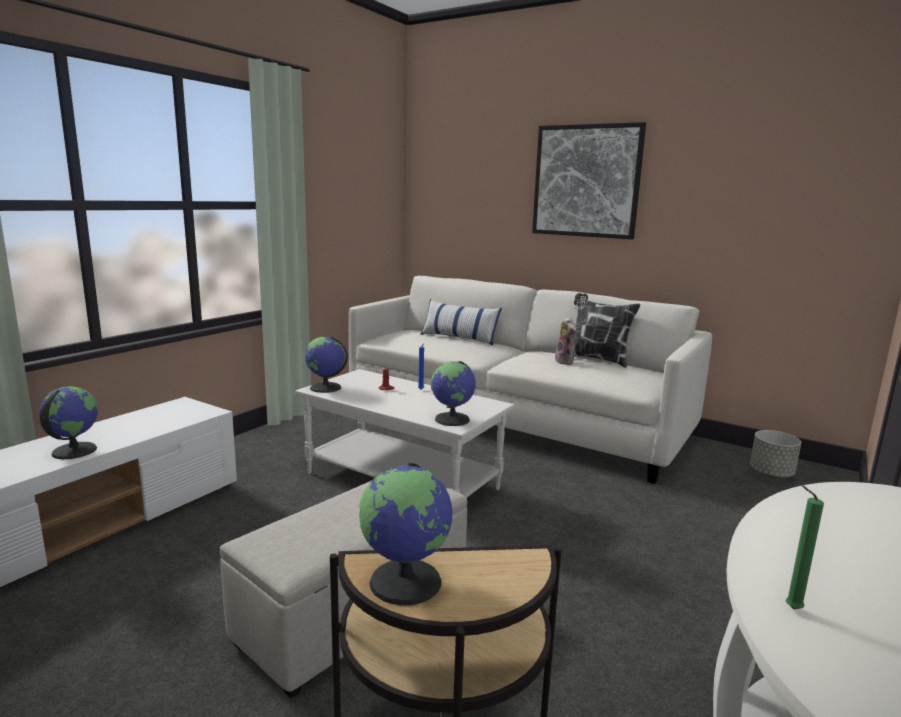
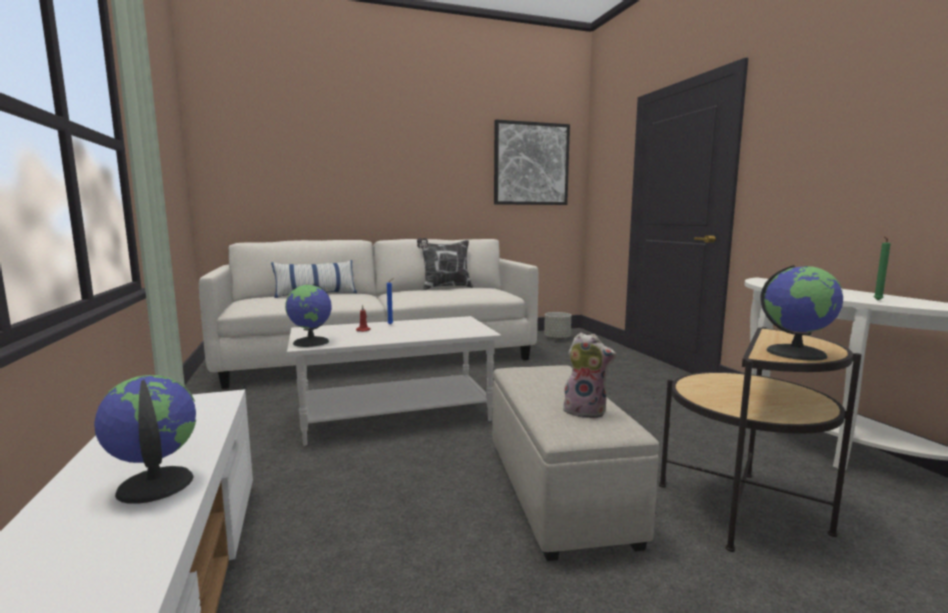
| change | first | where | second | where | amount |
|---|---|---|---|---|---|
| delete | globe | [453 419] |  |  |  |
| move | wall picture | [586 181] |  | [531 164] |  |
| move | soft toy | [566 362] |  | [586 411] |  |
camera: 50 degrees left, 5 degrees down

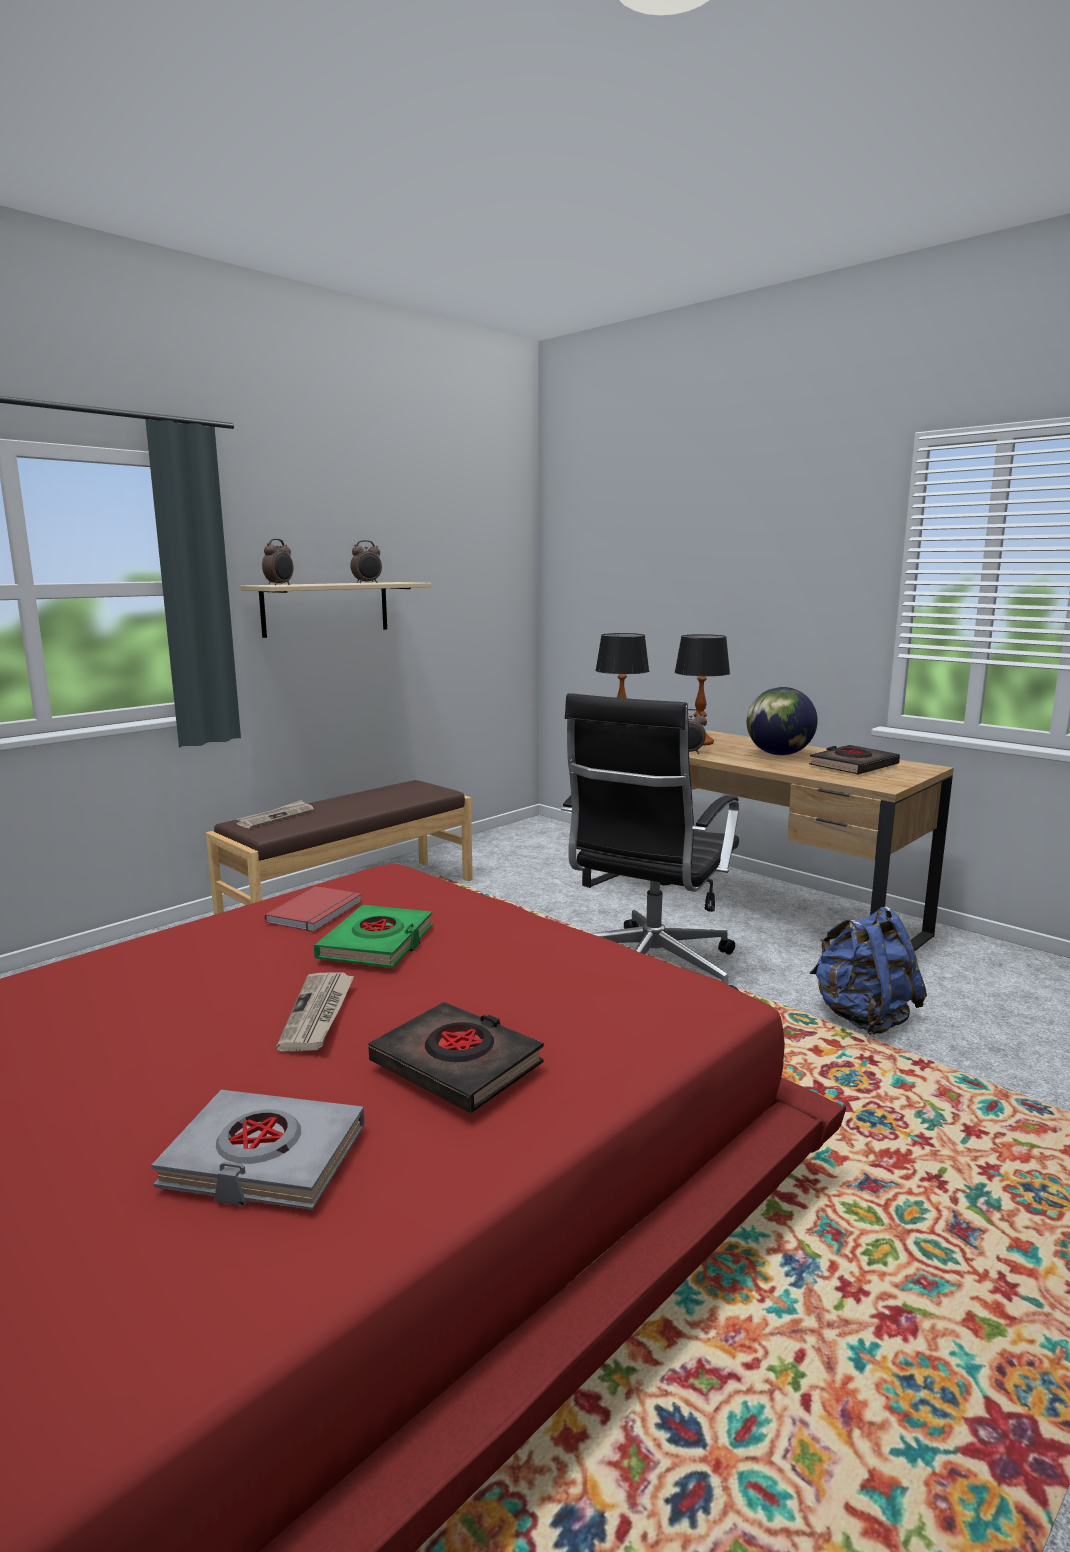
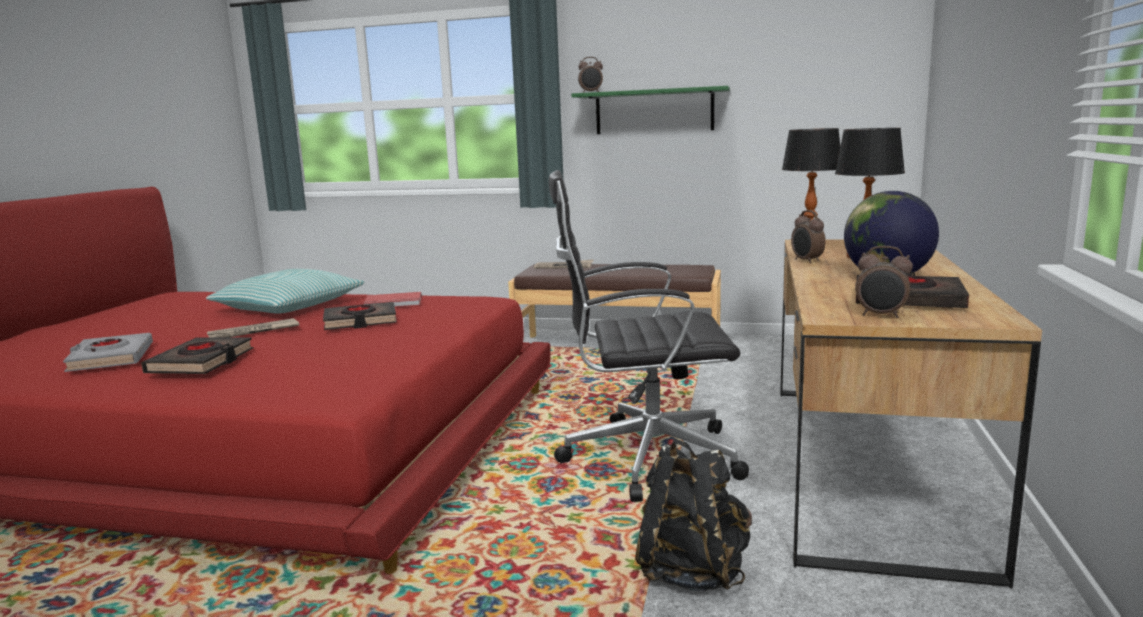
| change | first | where | second | where | amount |
|---|---|---|---|---|---|
| insert |  |  | throw pillow | [288 307] |  |
| move | bedside clock | [367 583] |  | [881 315] |  |
| recolor | shelf/beige-coloured | [326 608] | shelf/greenish | [654 111] |  |
| recolor | book/greenish | [377 943] | book/black | [360 321] |  |
| recolor | rucksack/blue | [863 1018] | rucksack/black | [692 572] |  |
camera: 60 degrees right, 0 degrees up

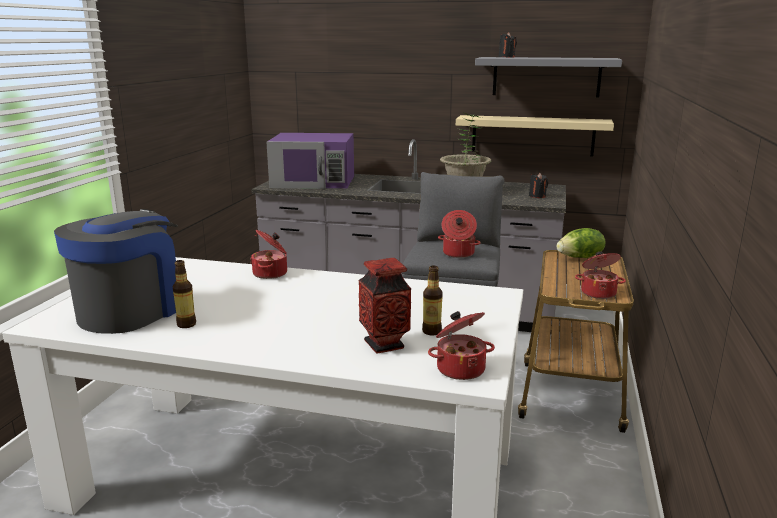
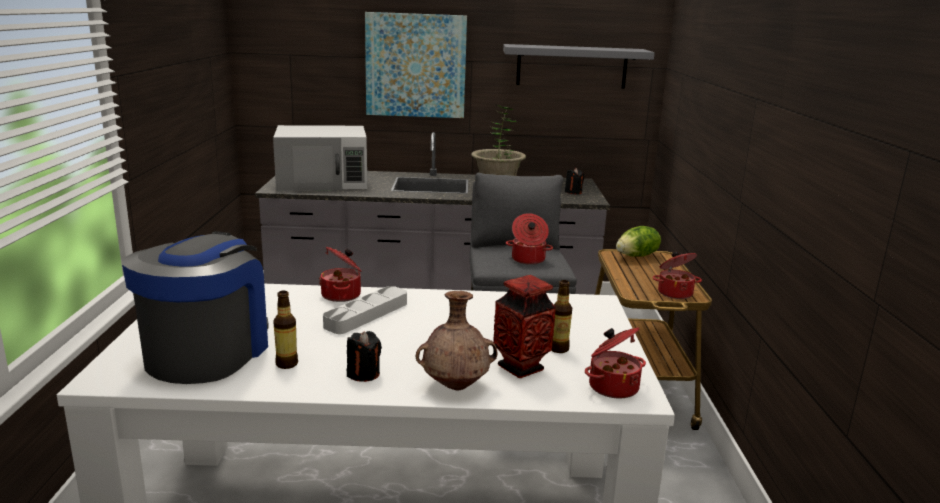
| change | first | where | second | where | amount |
|---|---|---|---|---|---|
| delete | shelf/beige-coloured | [532 135] |  |  |  |
| insert |  |  | carrying tray/greyish | [366 314] |  |
| insert |  |  | wall picture | [416 65] |  |
| insert |  |  | flower vase/brown | [456 386] |  |
| move | wax light/black | [506 57] |  | [363 374] |  |
| recolor | kitchen microwave/purplish | [314 181] | kitchen microwave/whitish | [323 181] |  |
camera: 15 degrees left, 0 degrees up

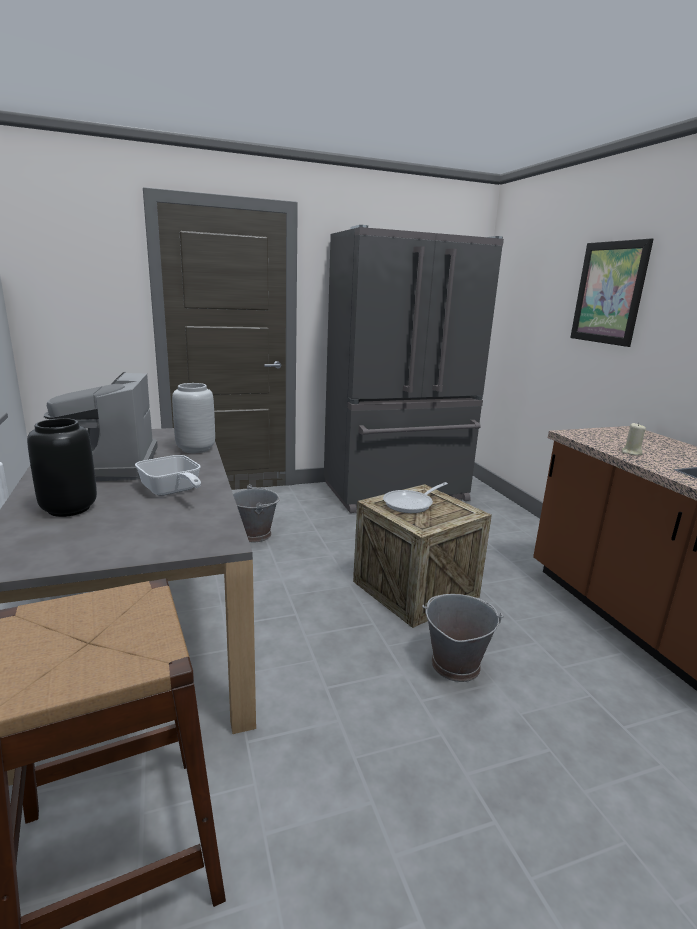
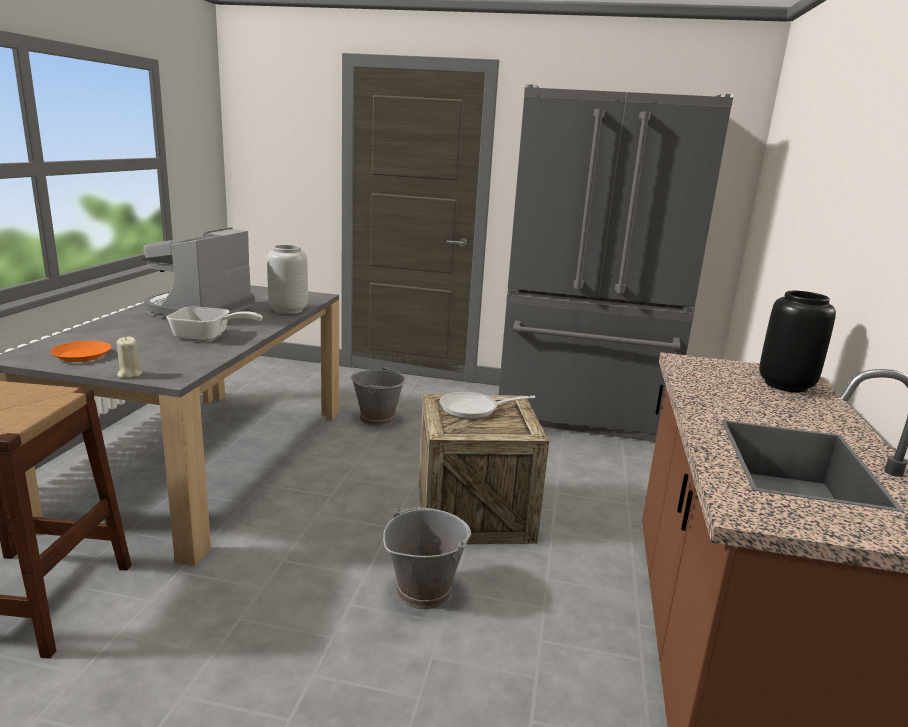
| change | first | where | second | where | amount |
|---|---|---|---|---|---|
| delete | wall picture | [609 293] |  |  |  |
| insert |  |  | plate/orange-coloured | [81 355] |  |
| move | flower vase/black | [68 509] |  | [784 385] |  |
| move | wax light/beige-coloured | [631 453] |  | [129 374] |  |
| rotate | frying pan | [172 491] |  | [207 337] | 75 degrees counterclockwise |
camera: 30 degrees right, 0 degrees up

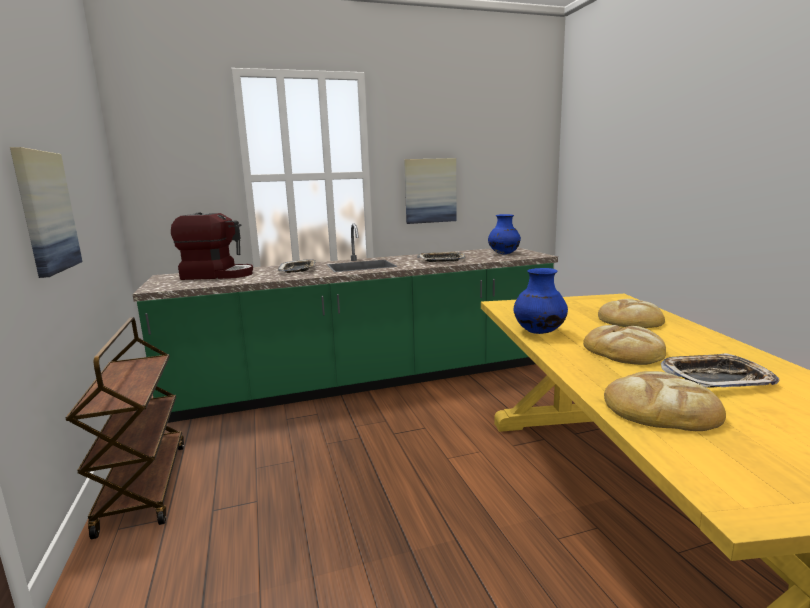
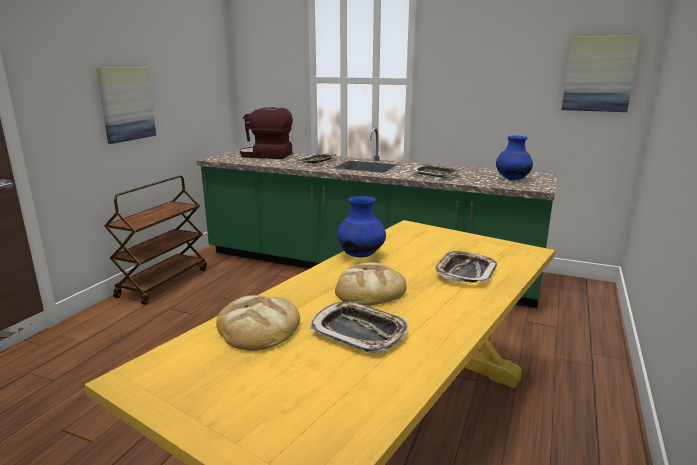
| change | first | where | second | where | amount |
|---|---|---|---|---|---|
| move | wall picture | [430 191] |  | [599 74] |  |
| replace | bakery bread | [630 320] | carrying tray | [465 272] |  |
| rotate | coffee machine | [218 275] |  | [266 155] | 150 degrees clockwise |
camera: 40 degrees right, 5 degrees up

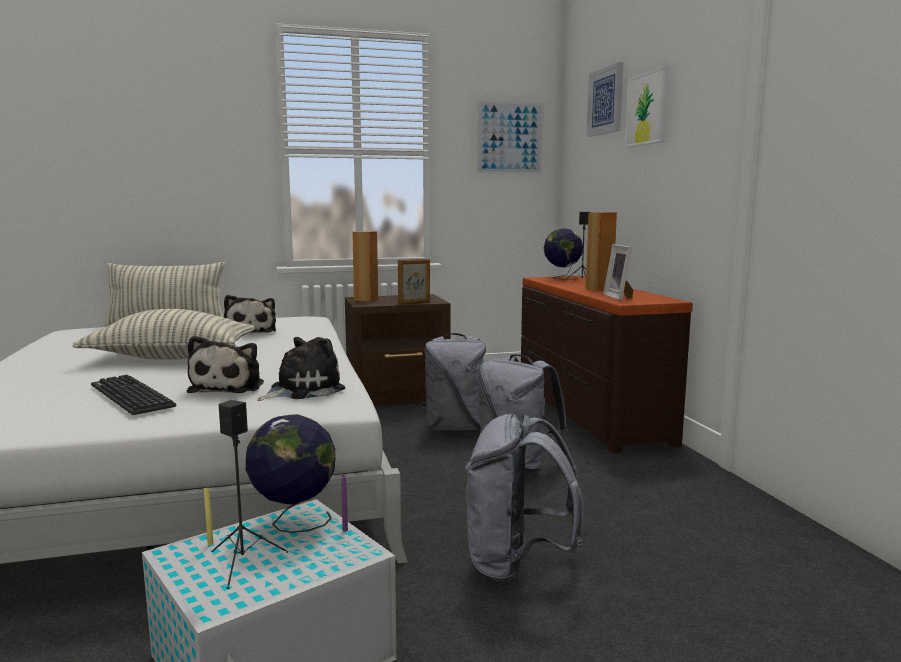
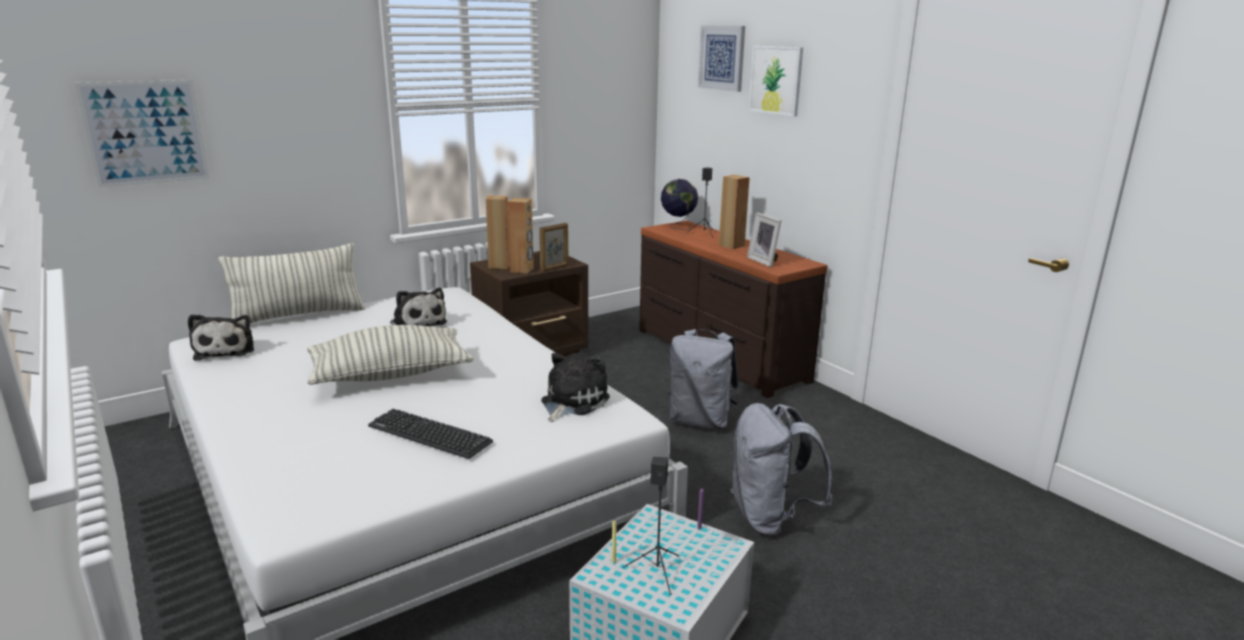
| change | first | where | second | where | amount |
|---|---|---|---|---|---|
| delete | globe | [294 522] |  |  |  |
| delete | rucksack/greyish | [455 427] |  |  |  |
| insert |  |  | loudspeaker/brown | [522 270] |  |
| move | soft toy | [229 387] |  | [226 350] |  |
| move | wall picture | [509 138] |  | [145 133] |  |
camera: 20 degrees left, 10 degrees up

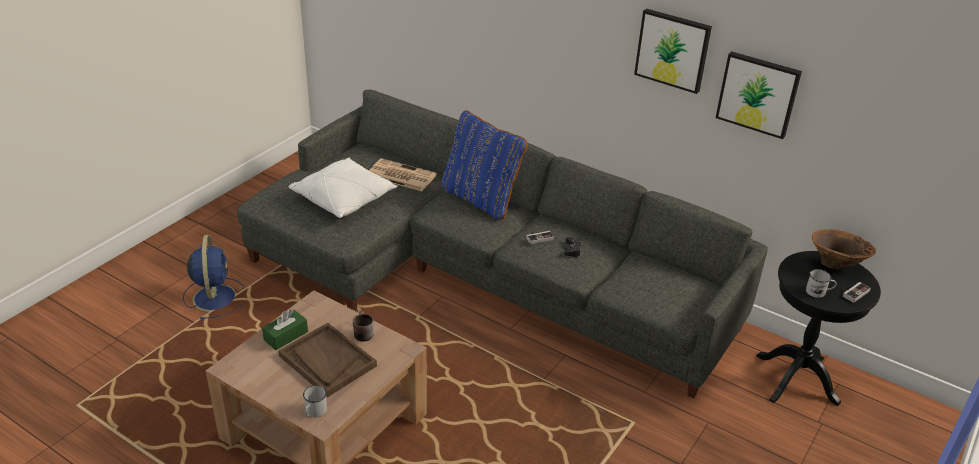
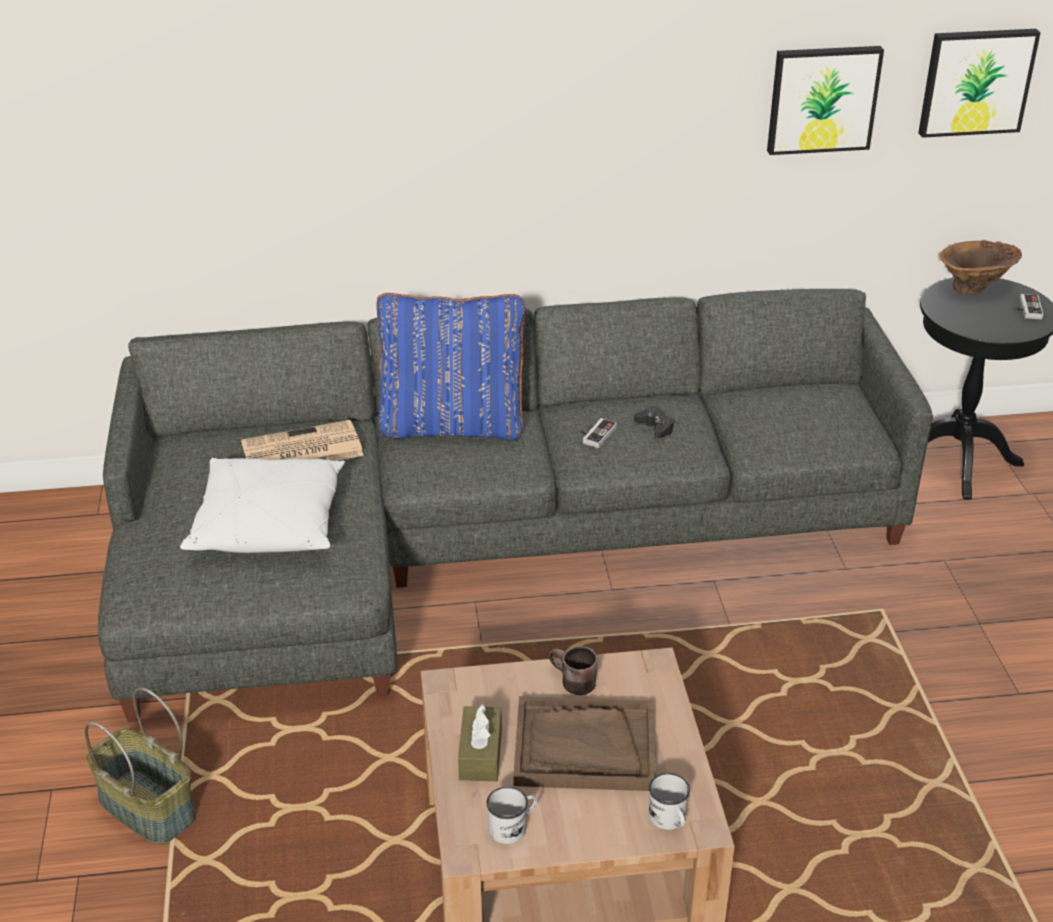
| change | first | where | second | where | amount |
|---|---|---|---|---|---|
| move | wall picture | [673 50] |  | [976 81] |  |
| move | tea mug/whitish | [818 292] |  | [513 827] |  |
| replace | fan/blue | [214 296] | storage basket | [145 808] |  |
| recolor | box of tissues/greenish | [286 336] | box of tissues/brown | [480 754] |  |
camera: 40 degrees left, 0 degrees up

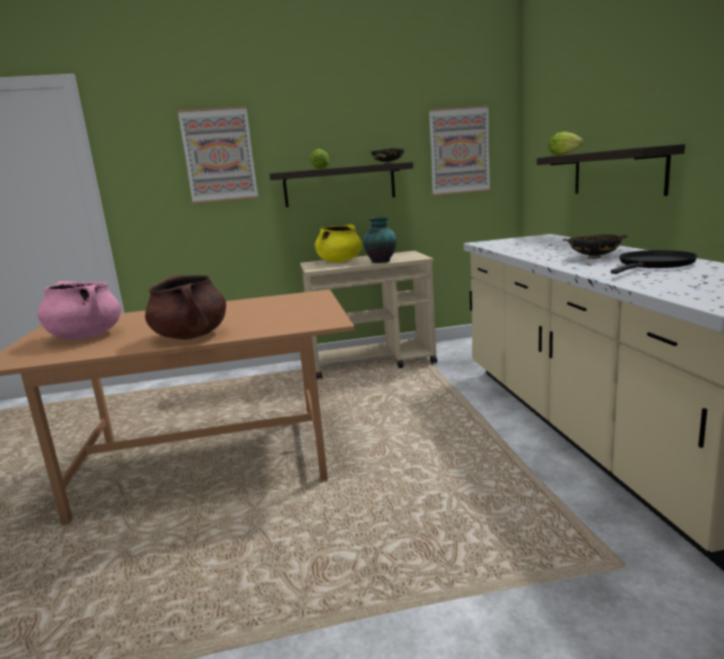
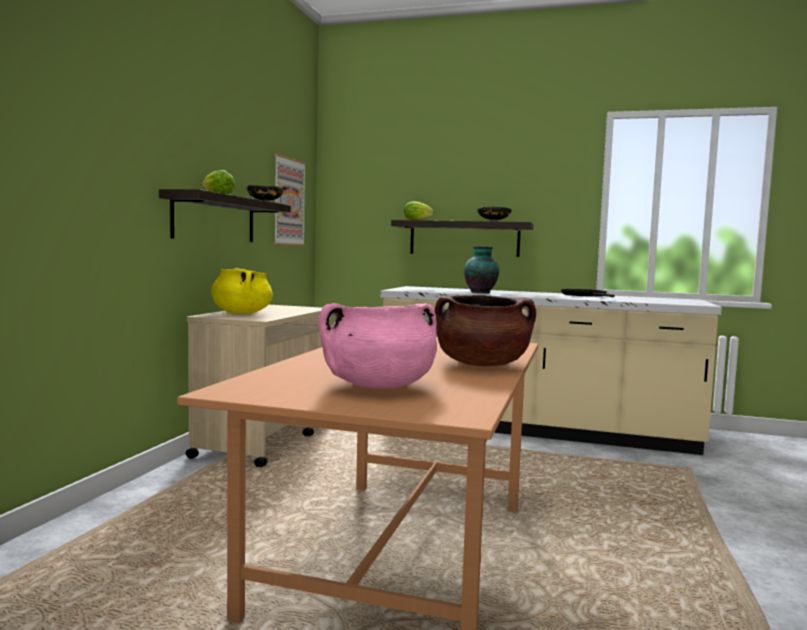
| change | first | where | second | where | amount |
|---|---|---|---|---|---|
| delete | wall picture | [219 155] |  |  |  |
| move | flower vase | [382 261] |  | [481 292] |  |
| move | deep dish/black | [594 257] |  | [493 222] |  |
camera: 65 degrees left, 10 degrees down

